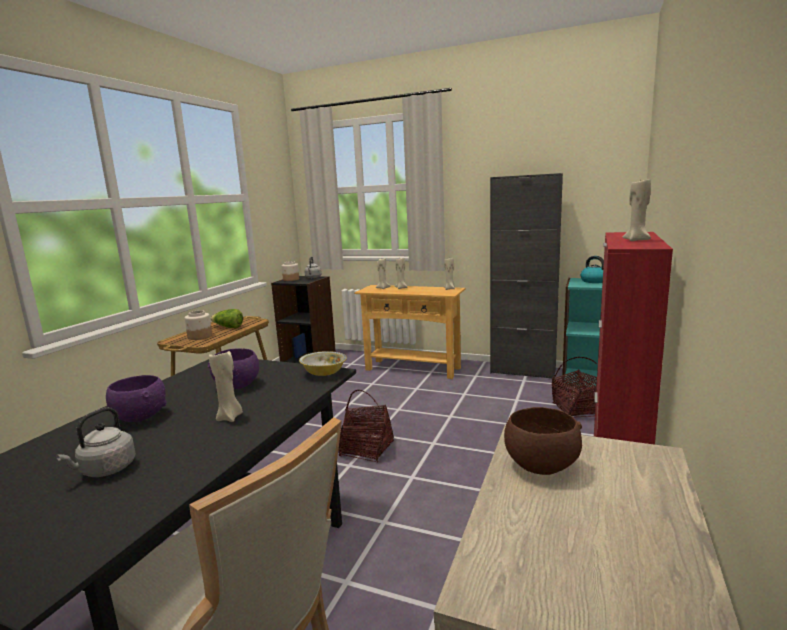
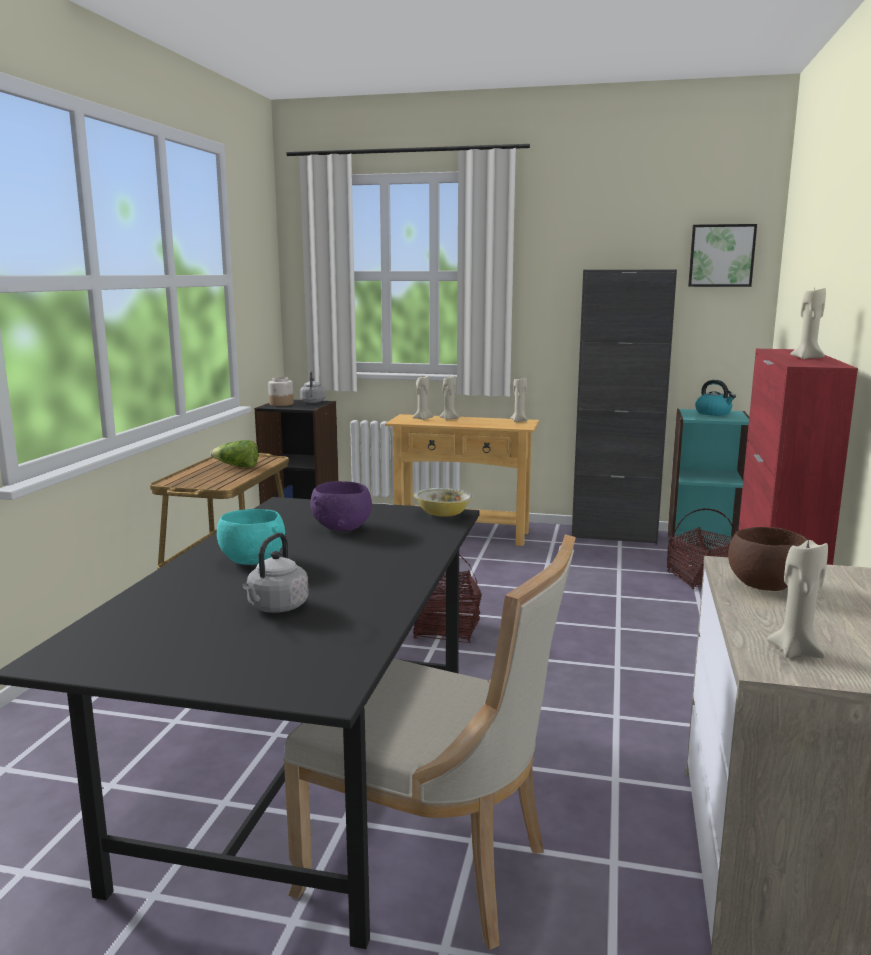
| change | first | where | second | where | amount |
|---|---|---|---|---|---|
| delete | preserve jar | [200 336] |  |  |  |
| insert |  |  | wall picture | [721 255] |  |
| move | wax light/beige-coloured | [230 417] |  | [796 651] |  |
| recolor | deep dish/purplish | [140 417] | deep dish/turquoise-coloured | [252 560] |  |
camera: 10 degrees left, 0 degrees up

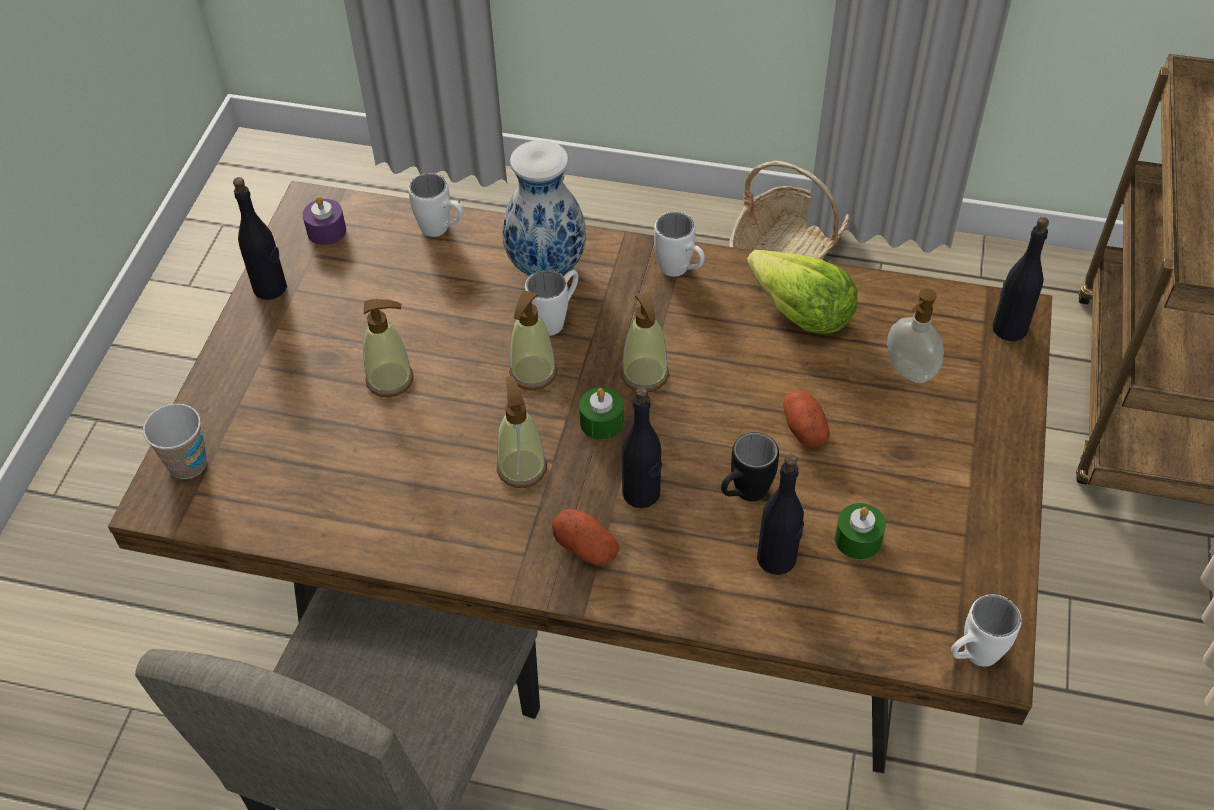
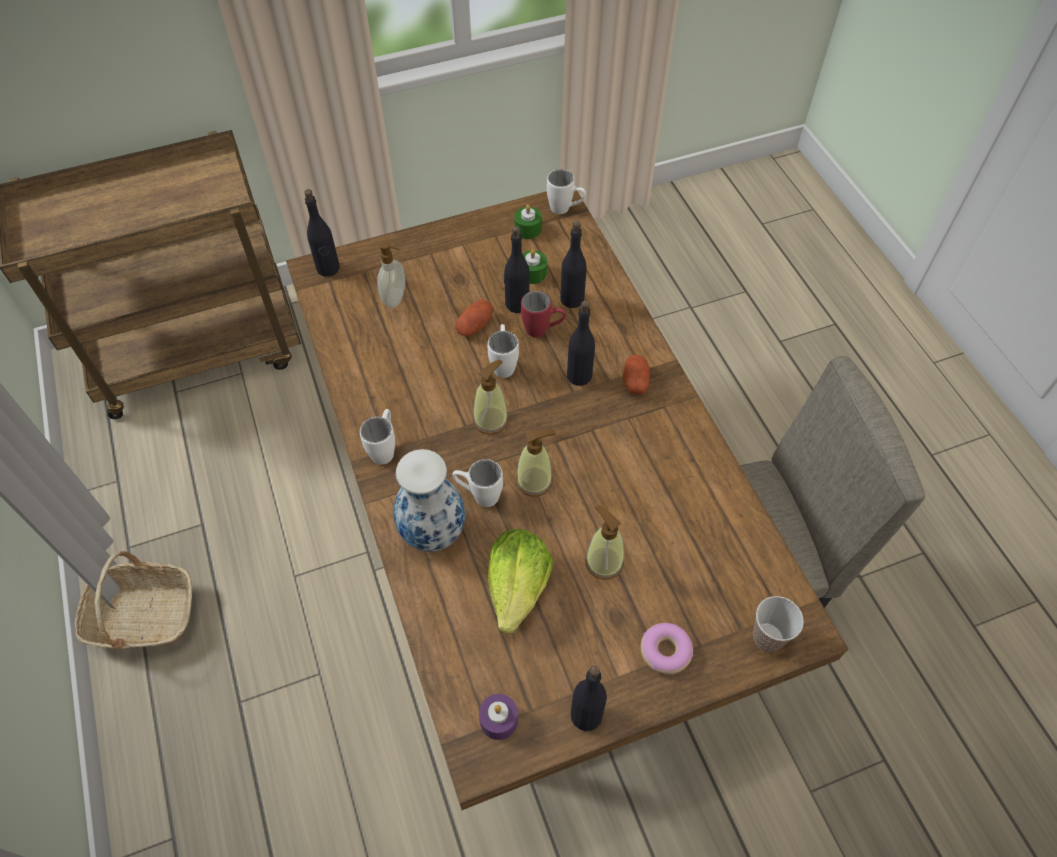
| change | first | where | second | where | amount |
|---|---|---|---|---|---|
| delete | soap dispenser | [521 468] |  |  |  |
| insert |  |  | beverage bottle/black | [517 304] |  |
| insert |  |  | ring doughnut | [665 651] |  |
| move | tea mug/whitish | [442 230] |  | [503 363] |  |
| move | wax light/greenish | [601 422] |  | [528 229] |  |
| move | head of lettuce | [799 313] |  | [518 588] |  |
| recolor | tea mug/black | [743 495] | tea mug/red-coloured | [543 330] |  |
camera: 125 degrees left, 5 degrees up

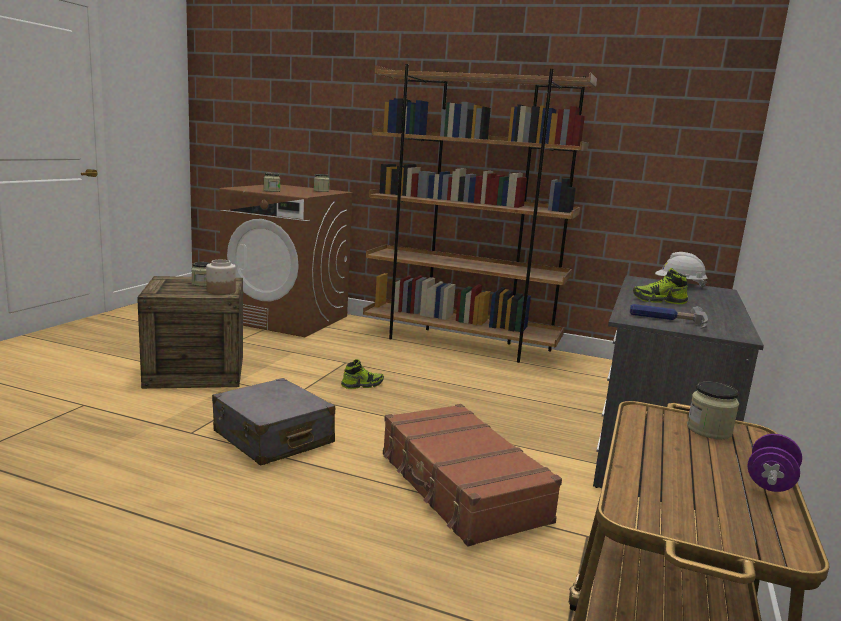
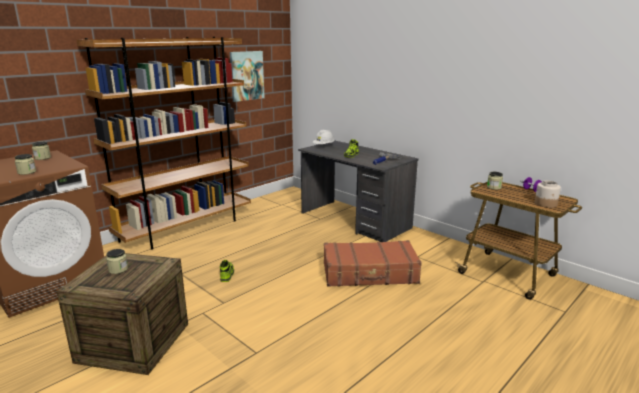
| change | first | where | second | where | amount |
|---|---|---|---|---|---|
| delete | piece of luggage/greyish | [273 438] |  |  |  |
| insert |  |  | wall picture | [246 75] |  |
| move | preserve jar | [220 291] |  | [546 204] |  |
camera: 65 degrees left, 5 degrees up

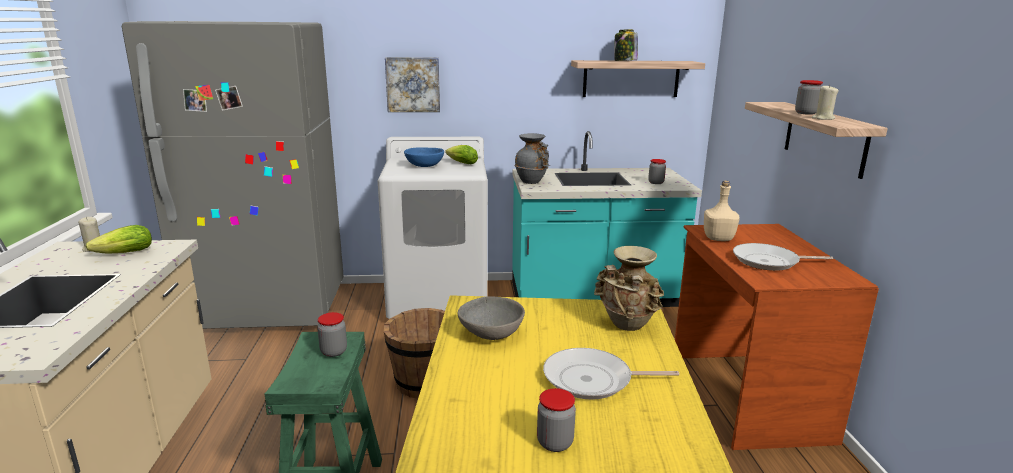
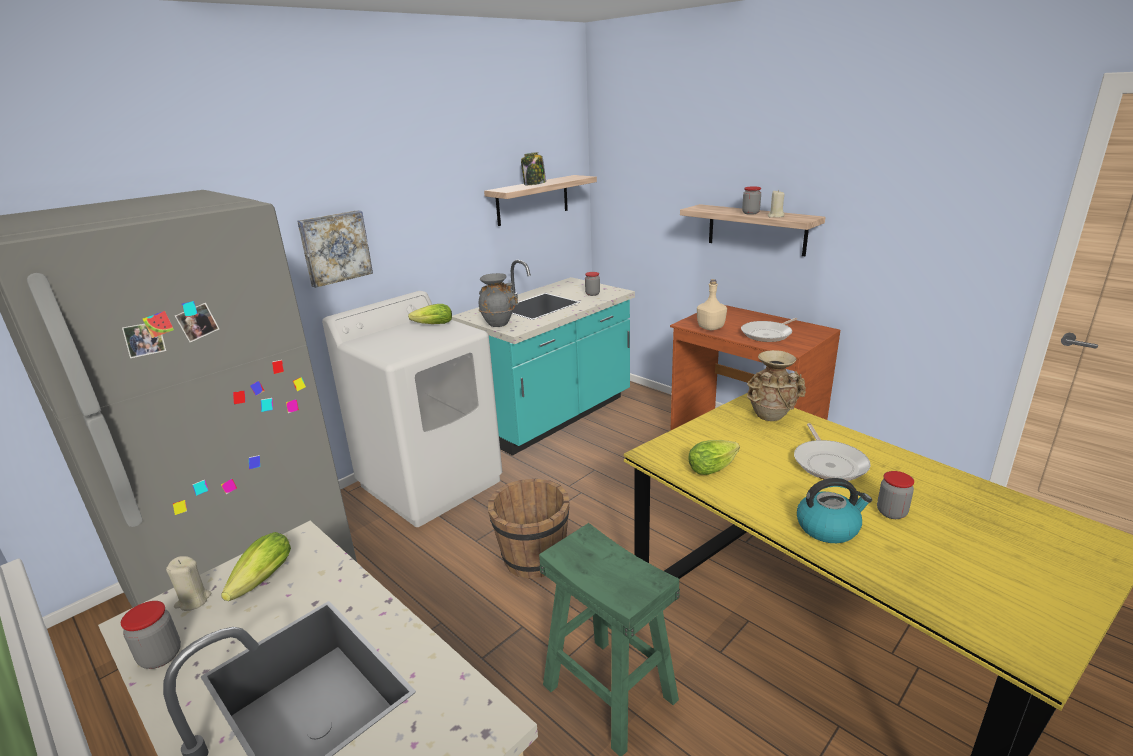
| change | first | where | second | where | amount |
|---|---|---|---|---|---|
| delete | deep dish/blue | [425 166] |  |  |  |
| insert |  |  | tea kettle | [828 527] |  |
| move | preserve jar | [333 351] |  | [161 656] |  |
| replace | deep dish/greyish | [490 333] | head of lettuce | [715 467] |  |
| rotate | frying pan | [593 380] |  | [829 463] | 45 degrees counterclockwise |
camera: 40 degrees left, 5 degrees up

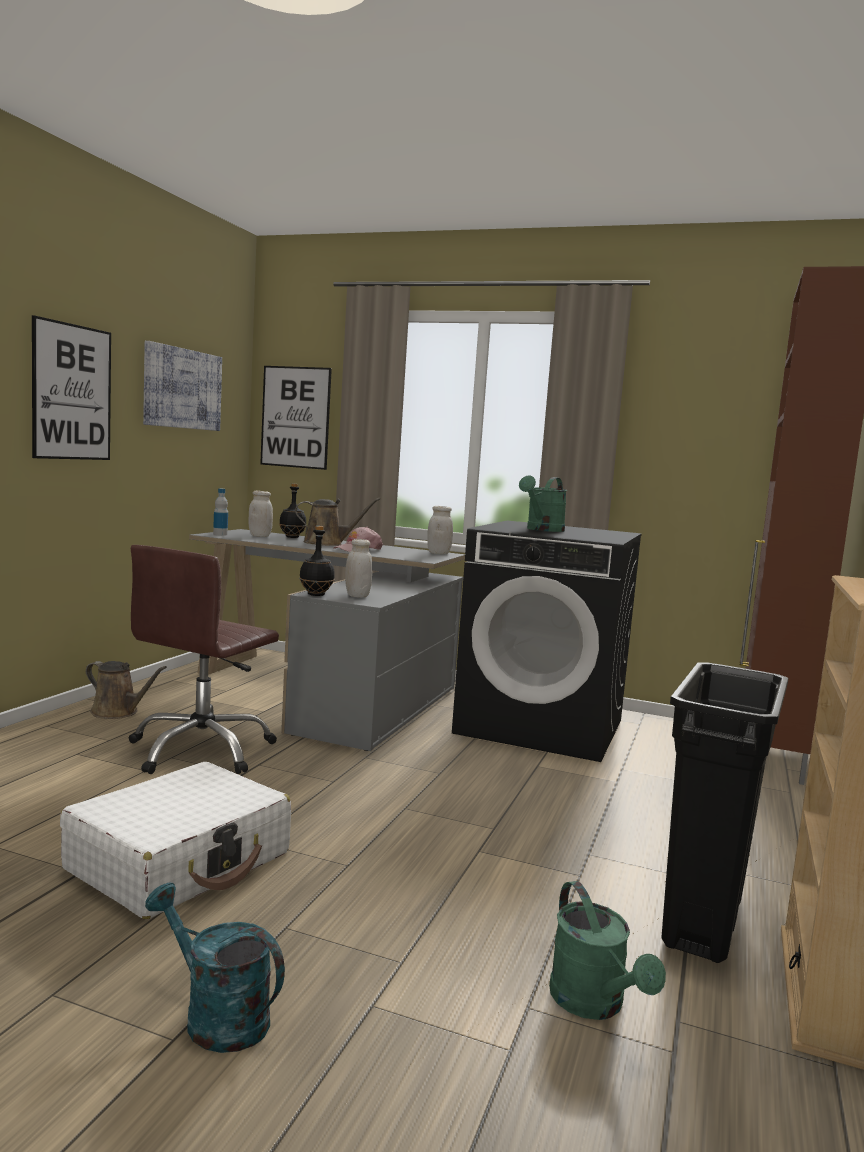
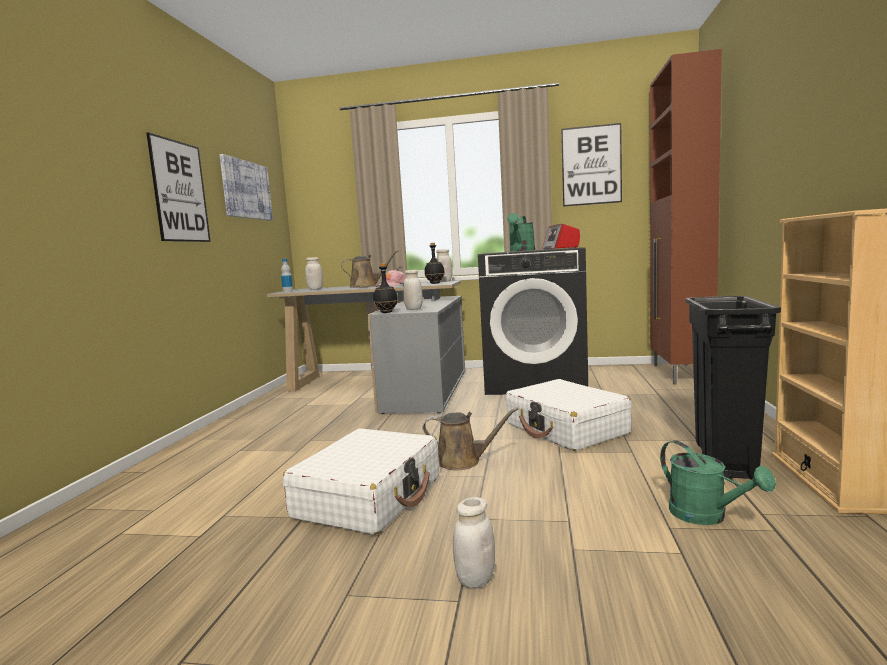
| change | first | where | second | where | amount |
|---|---|---|---|---|---|
| delete | office chair/brown | [202 750] |  |  |  |
| insert |  |  | piece of luggage/whitish | [566 429] |  |
| insert |  |  | radio set | [560 248] |  |
| move | sprinkling can/brown | [118 712] |  | [463 461] |  |
| move | wall picture | [295 417] |  | [591 165] |  |
| move | beverage bottle/black | [292 537] |  | [435 283] |  |
| replace | sprinkling can/turquoise-coloured | [215 1016] | preserve jar/whitish | [475 579] |  |
camera: 10 degrees left, 0 degrees up

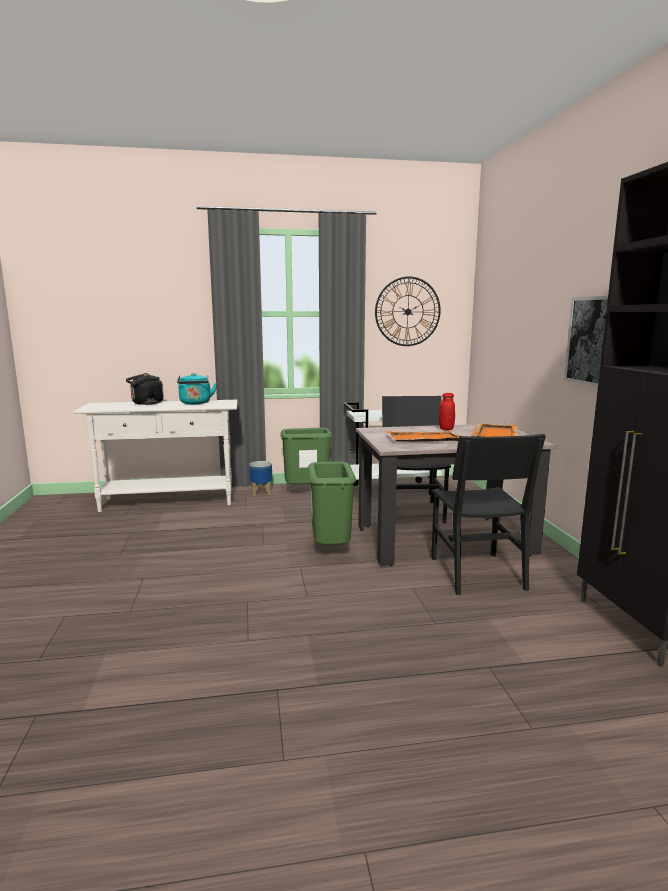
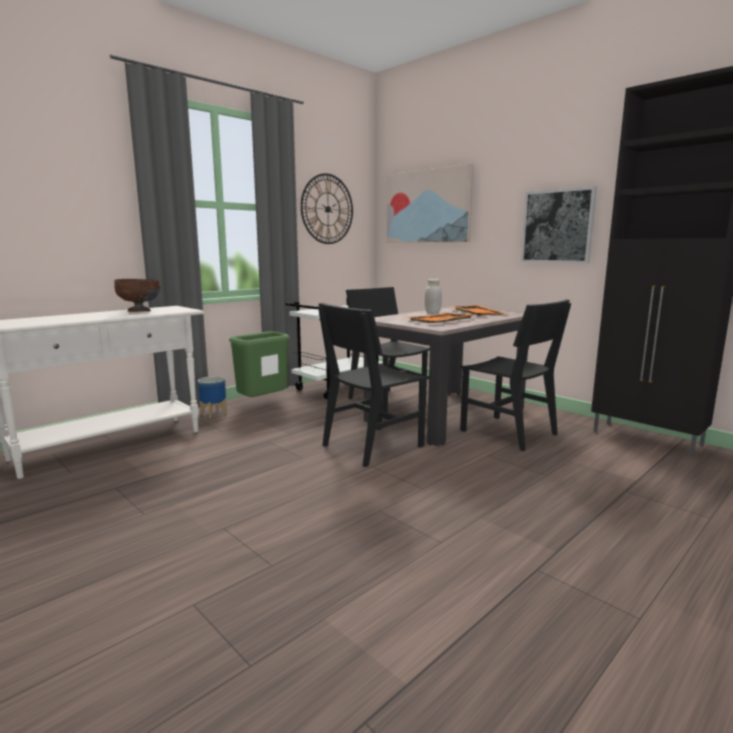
| change | first | where | second | where | amount |
|---|---|---|---|---|---|
| delete | tea kettle/black | [145 403] |  |  |  |
| insert |  |  | wall picture | [428 206] |  |
| replace | tea kettle/turquoise-coloured | [195 403] | deep dish/brown | [140 311] |  |
| replace | waste bin/greenish | [330 549] | plain chair/black | [372 445] |  |
| recolor | preserve jar/red-coloured | [446 429] | preserve jar/whitish | [432 313] |  |
camera: 35 degrees left, 0 degrees up

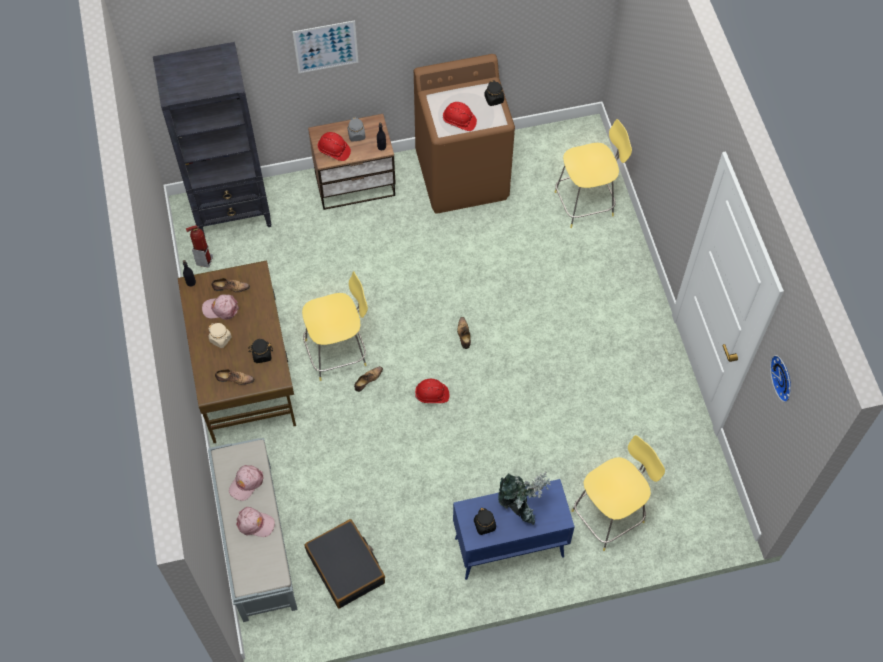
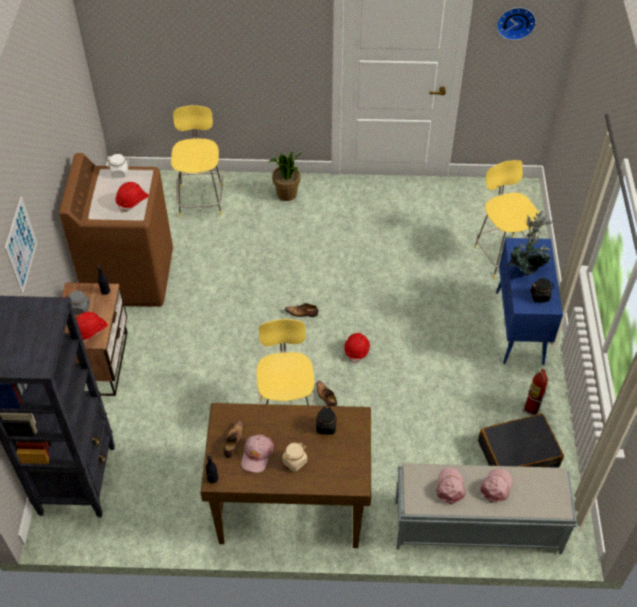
| change | first | where | second | where | amount |
|---|---|---|---|---|---|
| delete | low shoe | [234 379] |  |  |  |
| insert |  |  | potted plant | [287 194] |  |
| move | extinguisher | [204 260] |  | [531 409] |  |
| recolor | preserve jar/black | [494 99] | preserve jar/whitish | [120 172] |  |
| rotate | baseball cap/pinkish | [246 483] |  | [450 487] | 135 degrees counterclockwise |
camera: 75 degrees left, 10 degrees down

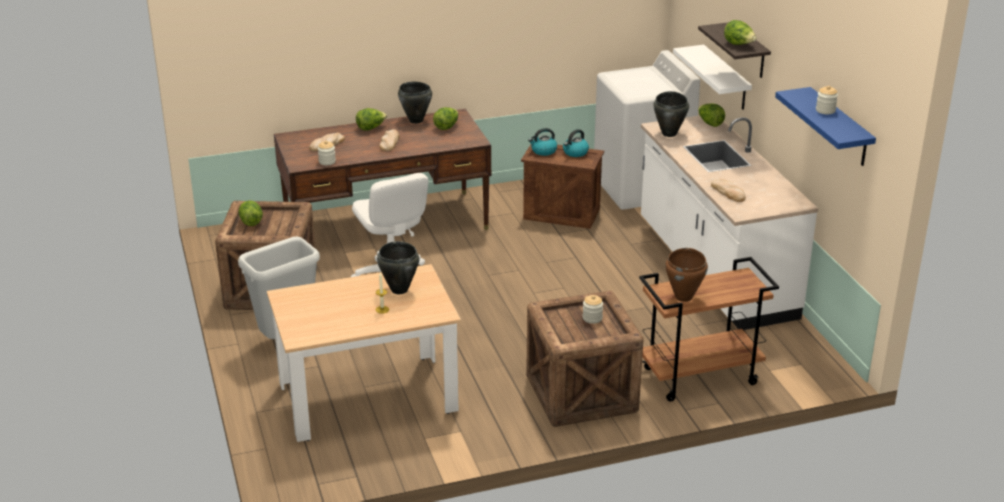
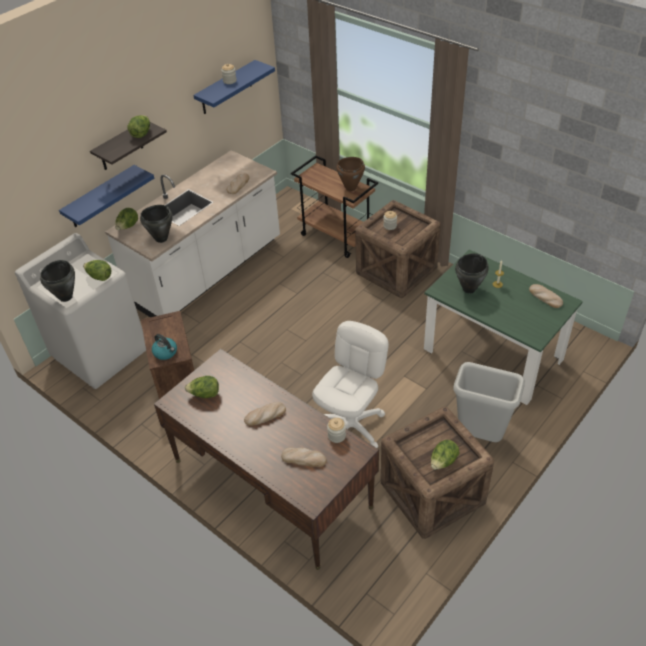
| change | first | where | second | where | amount |
|---|---|---|---|---|---|
| delete | tea kettle | [575 153] |  |  |  |
| insert |  |  | bakery bread | [545 297] |  |
| move | head of lettuce | [371 128] |  | [99 277] |  |
| move | stockpot/black | [416 121] |  | [66 297] |  |
| recolor | kitchen table/beige-coloured | [367 398] | kitchen table/greenish | [492 355] |  |
| recolor | shelf/whitish | [726 78] | shelf/blue | [100 197] |  |
camera: 120 degrees left, 15 degrees up

